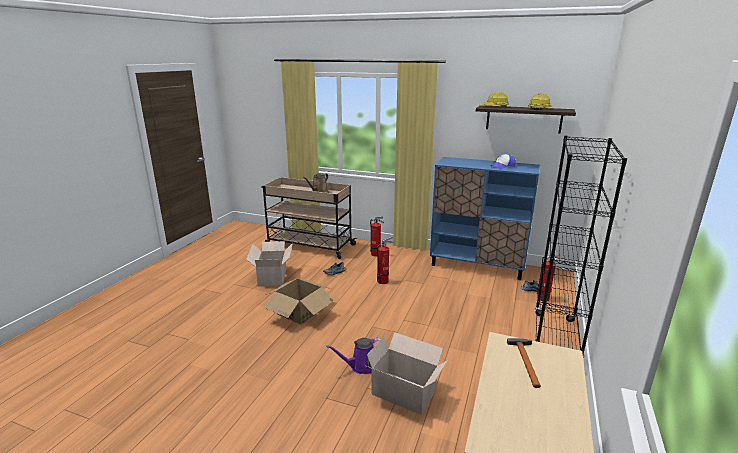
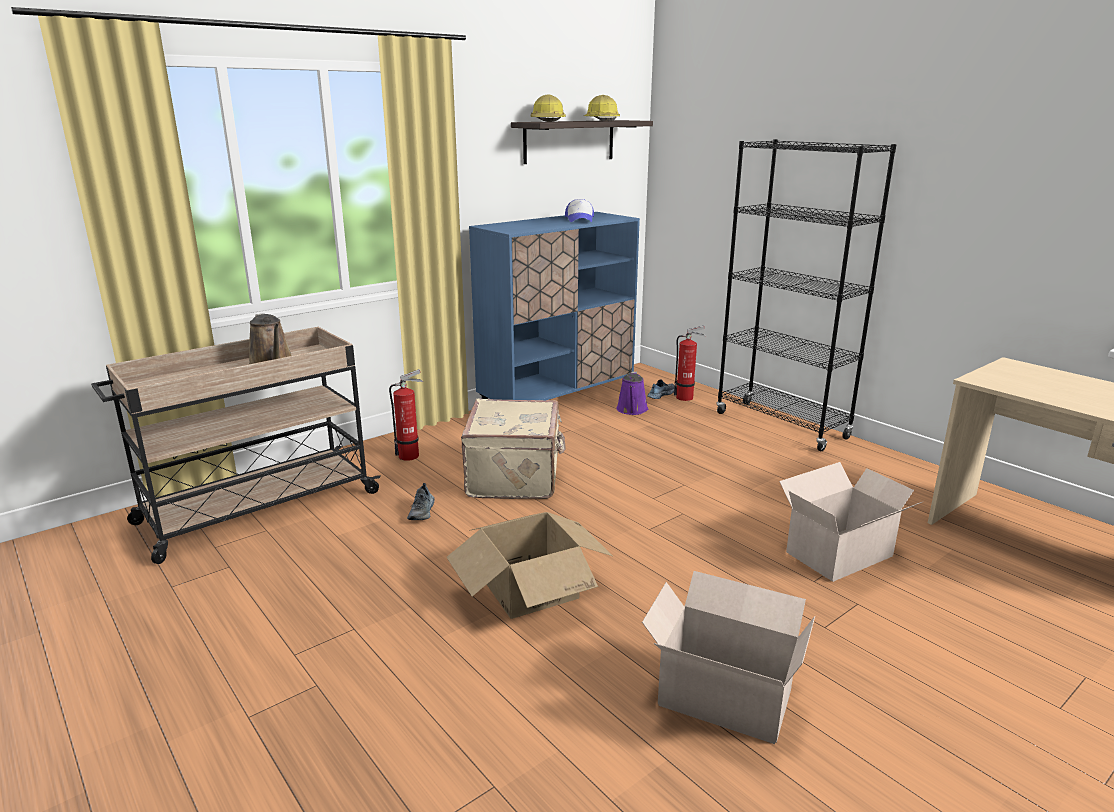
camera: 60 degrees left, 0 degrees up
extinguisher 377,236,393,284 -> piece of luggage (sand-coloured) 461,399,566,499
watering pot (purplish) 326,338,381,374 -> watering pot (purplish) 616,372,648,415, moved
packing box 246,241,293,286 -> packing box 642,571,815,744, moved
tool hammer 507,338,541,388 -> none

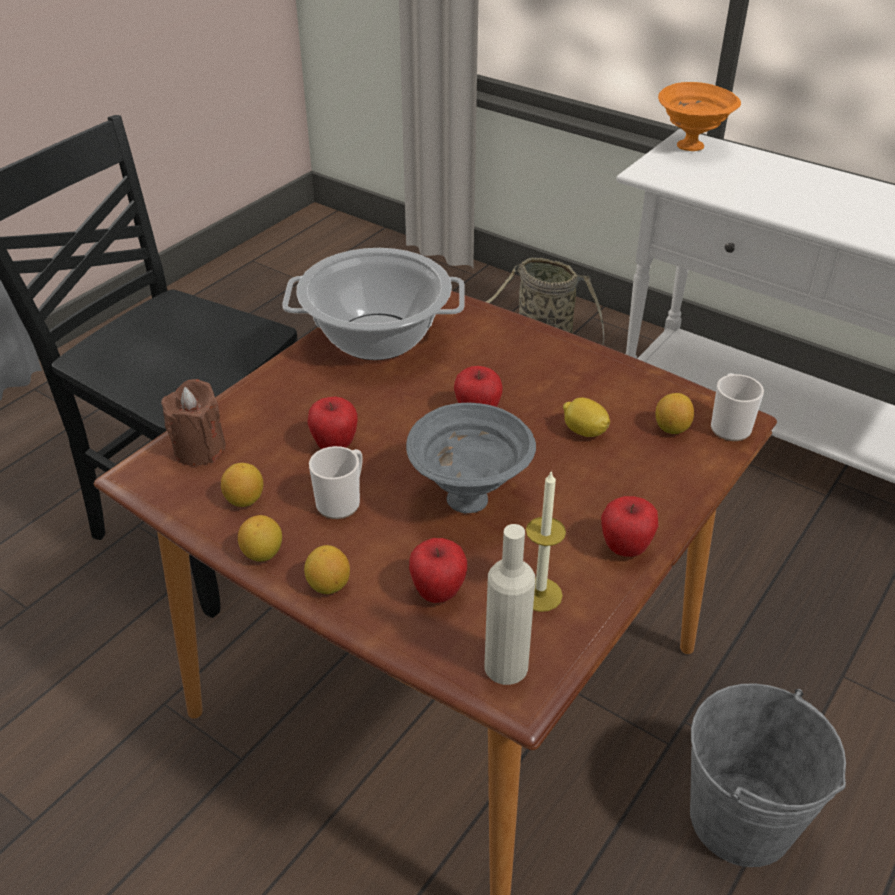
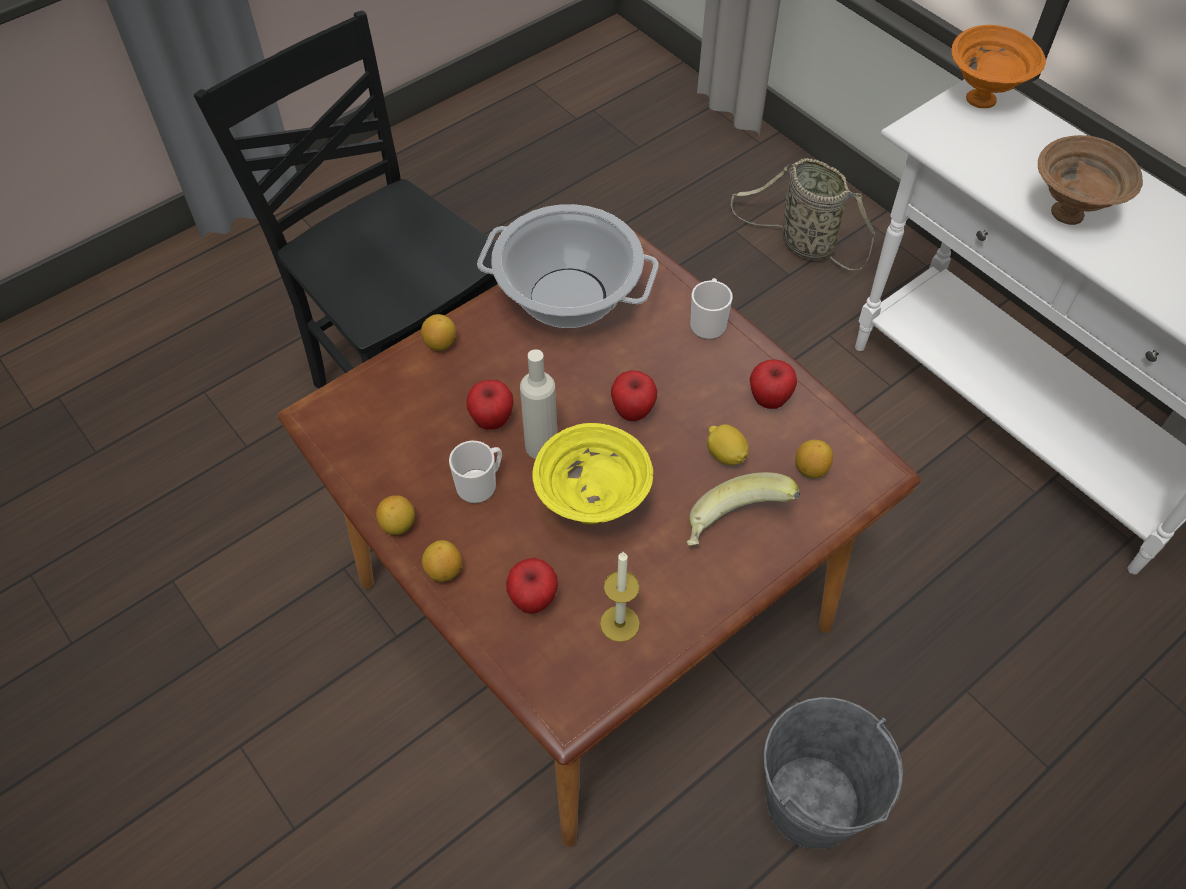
camera: 15 degrees right, 15 degrees up
lemon 221,463,263,507 -> lemon 421,314,456,351, moved
drink bottle (sand-coloured) 484,524,535,685 -> drink bottle (sand-coloured) 520,349,557,459, moved
deep dish (grey) 406,403,536,514 -> deep dish (yellow-coloured) 533,423,653,524
none -> banana fruit 687,472,800,546
coffee mug 711,373,764,441 -> coffee mug 690,278,733,340, moved
whole apple 601,496,658,557 -> whole apple 749,359,797,409, moved
none -> deep dish (brown) 1038,135,1143,225
wax candle (brown) 161,379,226,466 -> none

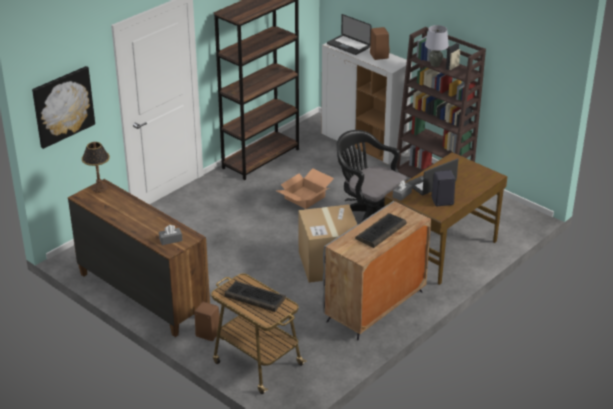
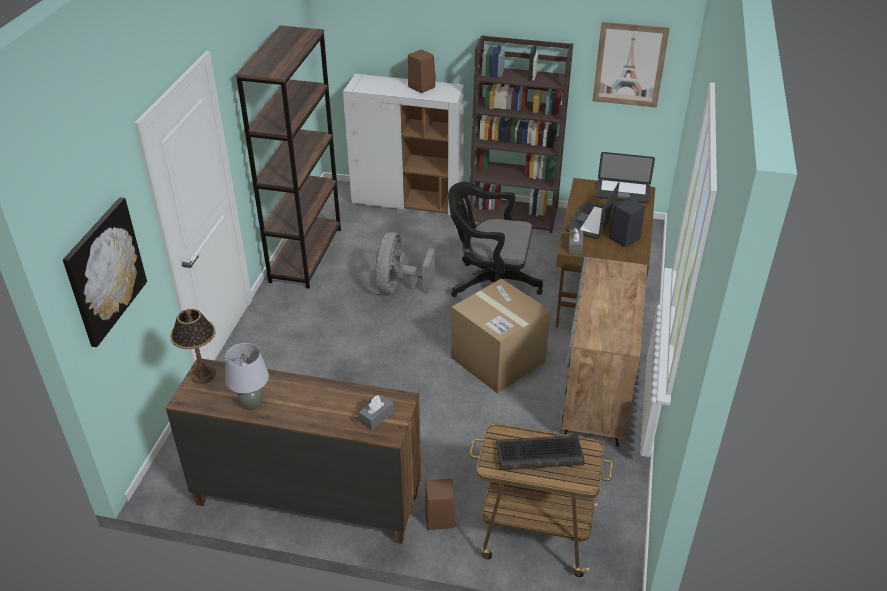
camera: 30 degrees left, 5 degrees up
table lamp (grey) 425,25,449,67 -> table lamp (grey) 225,343,269,411, moved
packing box 277,168,334,209 -> cooling fan (grey) 375,232,435,294
none -> picture 593,22,670,108
notebook computer 327,14,372,55 -> notebook computer 596,152,655,203, moved
PC keyboard 355,213,407,248 -> none

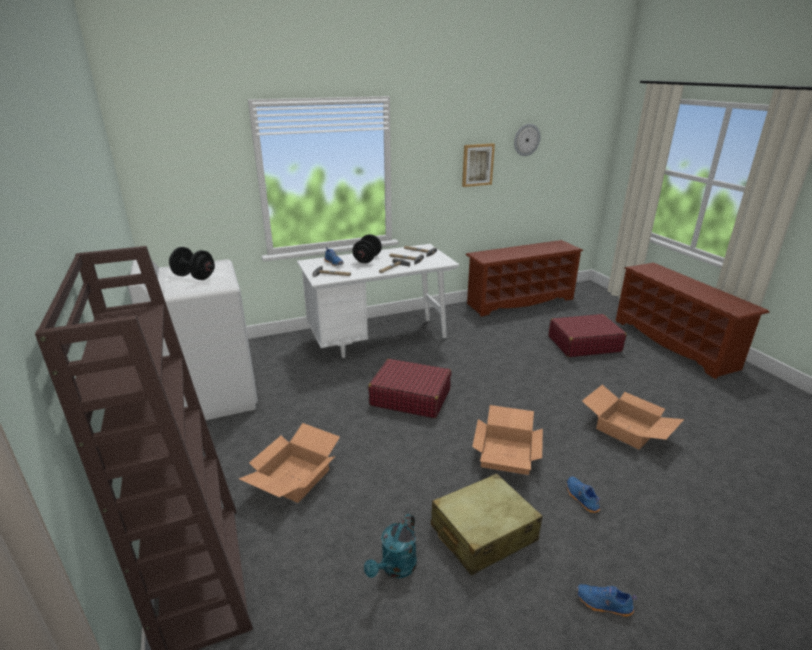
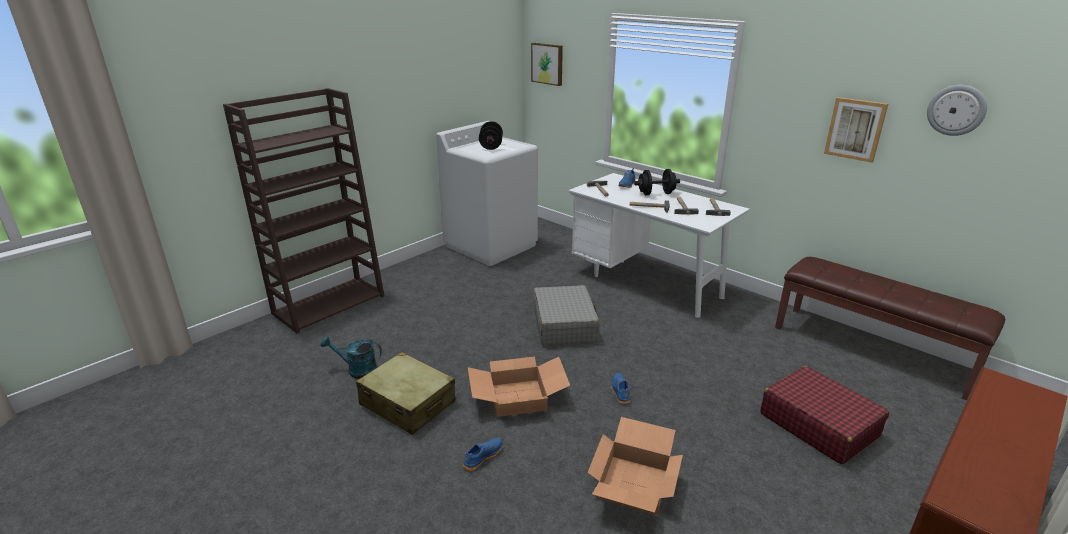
camera: 65 degrees right, 0 degrees up
none -> picture 531,43,563,86
piece of luggage (red-coloured) 368,359,452,418 -> piece of luggage (grey) 533,285,599,345
item of footwear (bluish) 577,584,637,617 -> item of footwear (bluish) 611,373,631,404, moved
shoe stand (brown) 466,240,583,317 -> indoor bench (brown) 775,257,1005,400
packing box 239,423,340,503 -> none

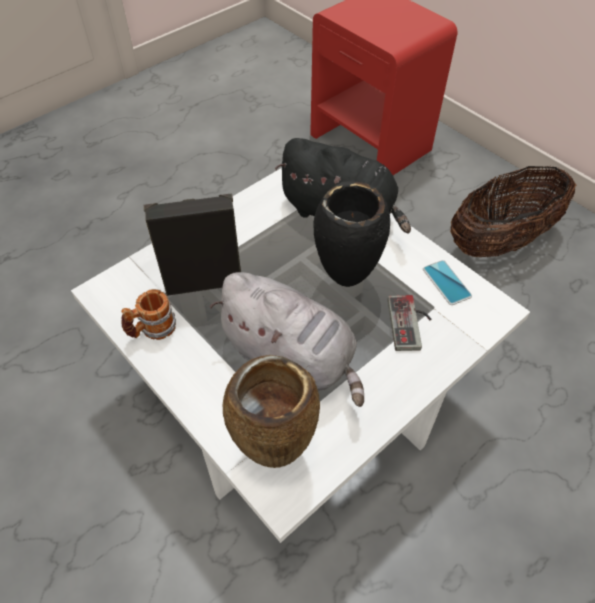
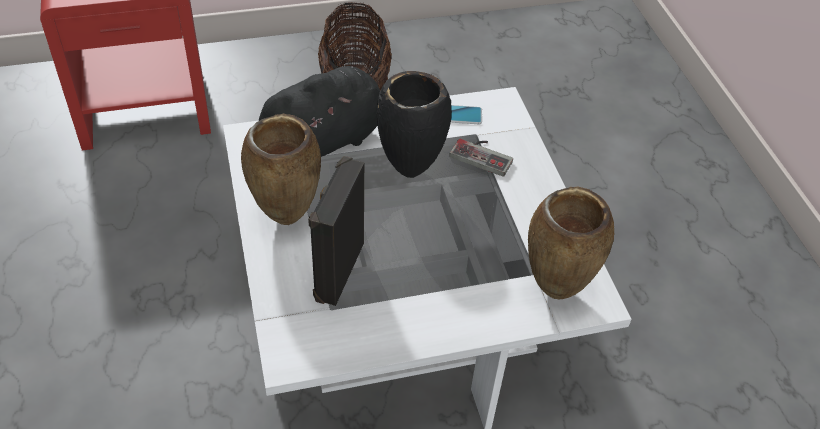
camera: 65 degrees left, 5 degrees down
none -> decorative vase (brown) 241,114,321,225
coffee mug 121,289,176,340 -> none
soft toy (grey) 209,272,364,407 -> none

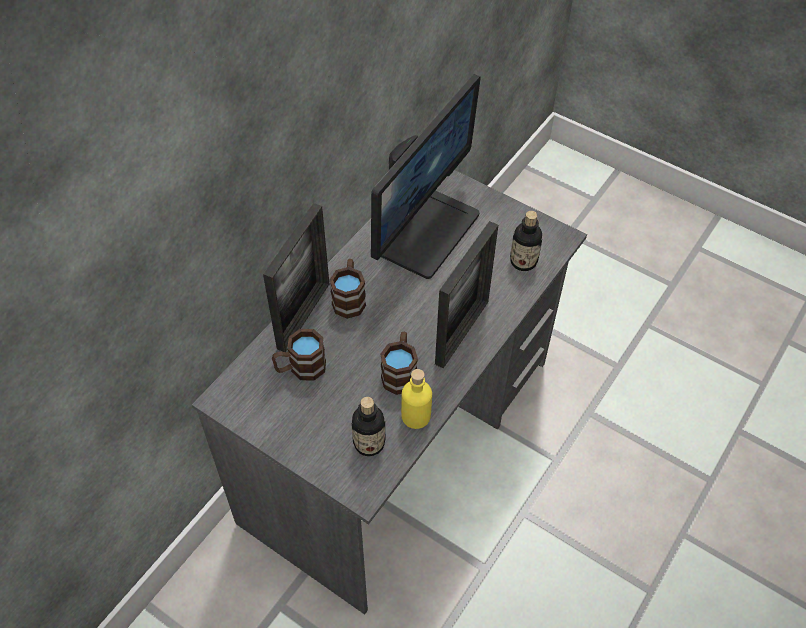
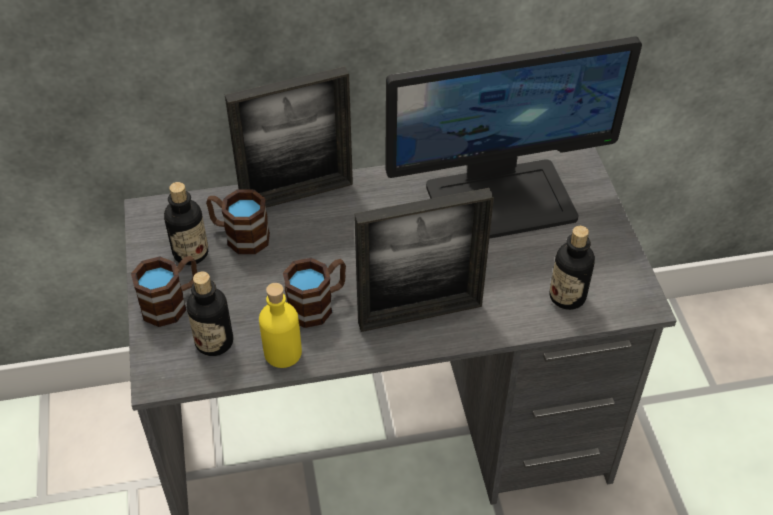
camera: 45 degrees right, 5 degrees down
coffee mug (brown) 329,259,366,319 -> coffee mug (brown) 131,256,197,327, moved
none -> drink bottle 164,182,208,265

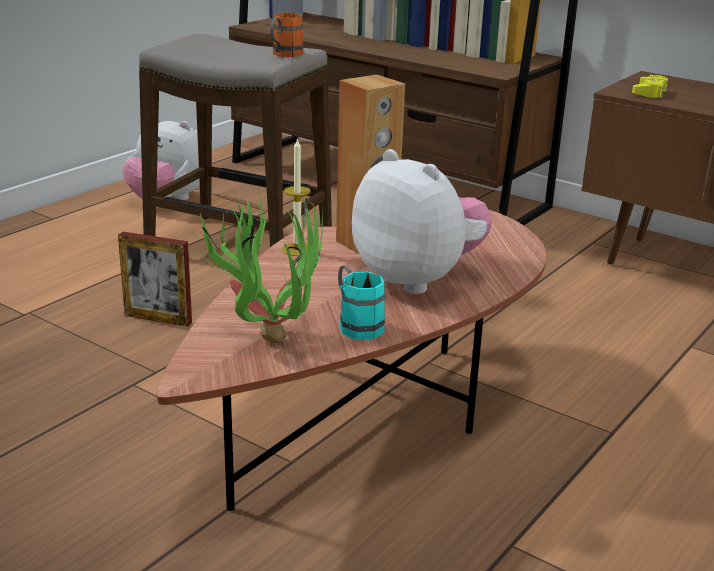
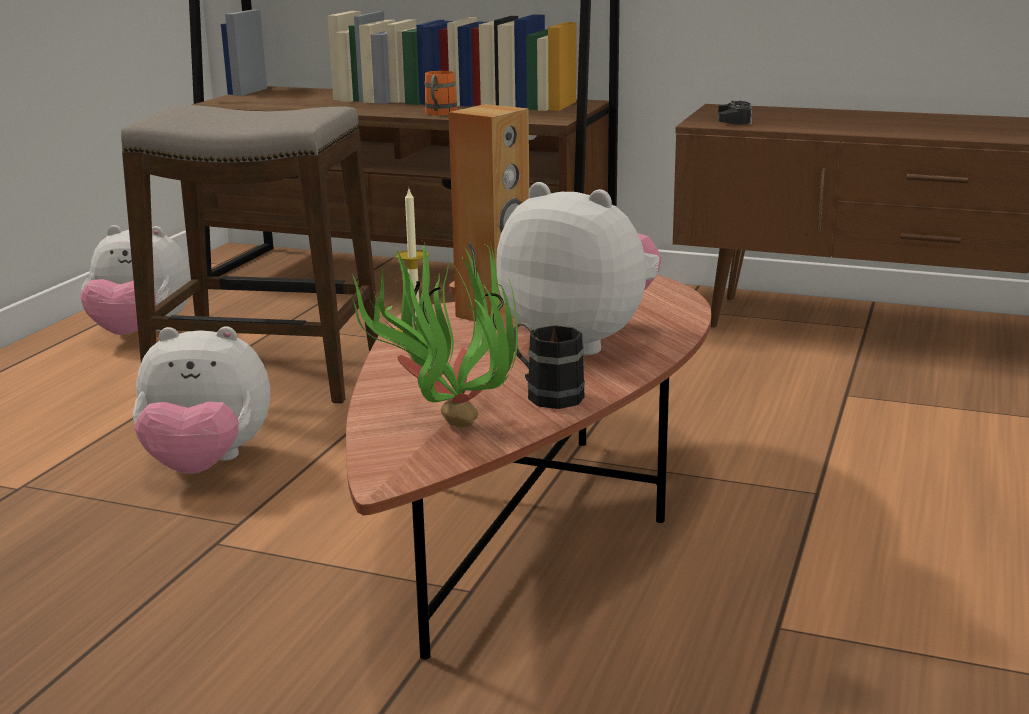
camera: 15 degrees left, 5 degrees down
photo frame 118,232,192,327 -> soft toy 133,326,270,474
coffee mug (orange-coloured) 271,13,304,57 -> coffee mug (orange-coloured) 424,71,457,115, moved
coffee mug (blue-green) 338,265,385,340 -> coffee mug (blackish) 514,322,585,409
gamepad (yellow-coloured) 632,75,668,98 -> gamepad (blackish) 718,101,752,125

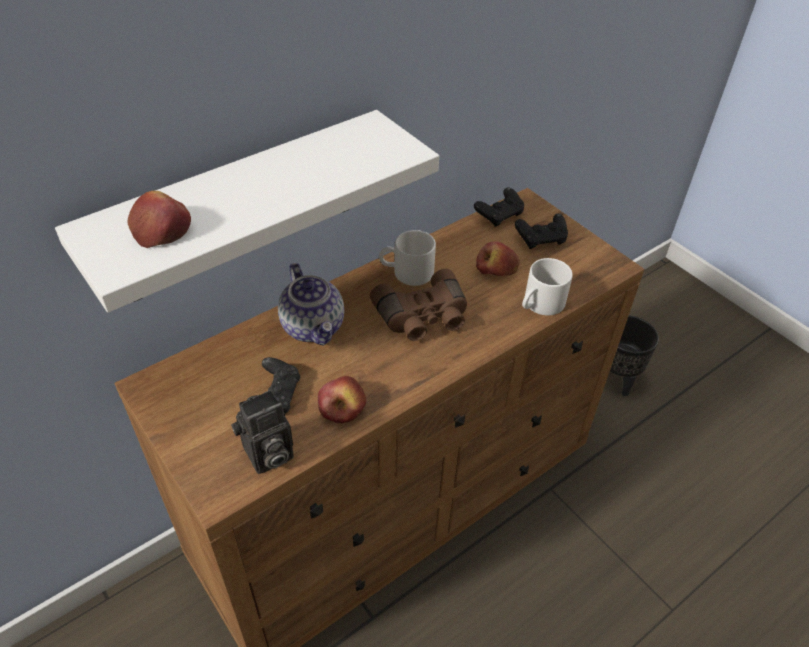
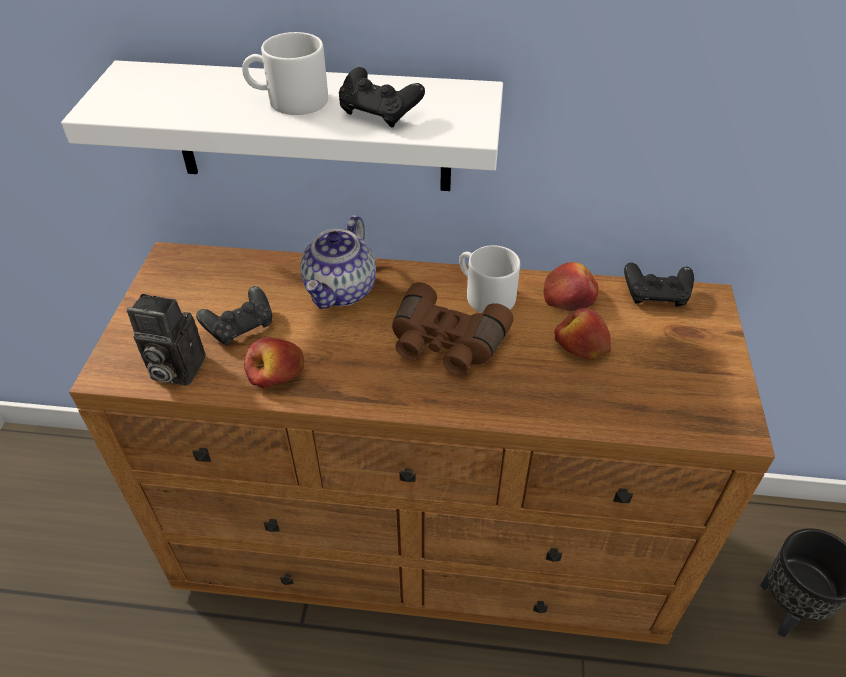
camera: 45 degrees right, 0 degrees up
coffee mug (white-coloured) 522,258,573,315 -> coffee mug (white-coloured) 242,32,328,115, moved
gamepad (blackish) 515,214,568,249 -> gamepad (blackish) 339,67,425,127, moved
whole apple 127,191,191,248 -> whole apple 543,262,598,311, moved

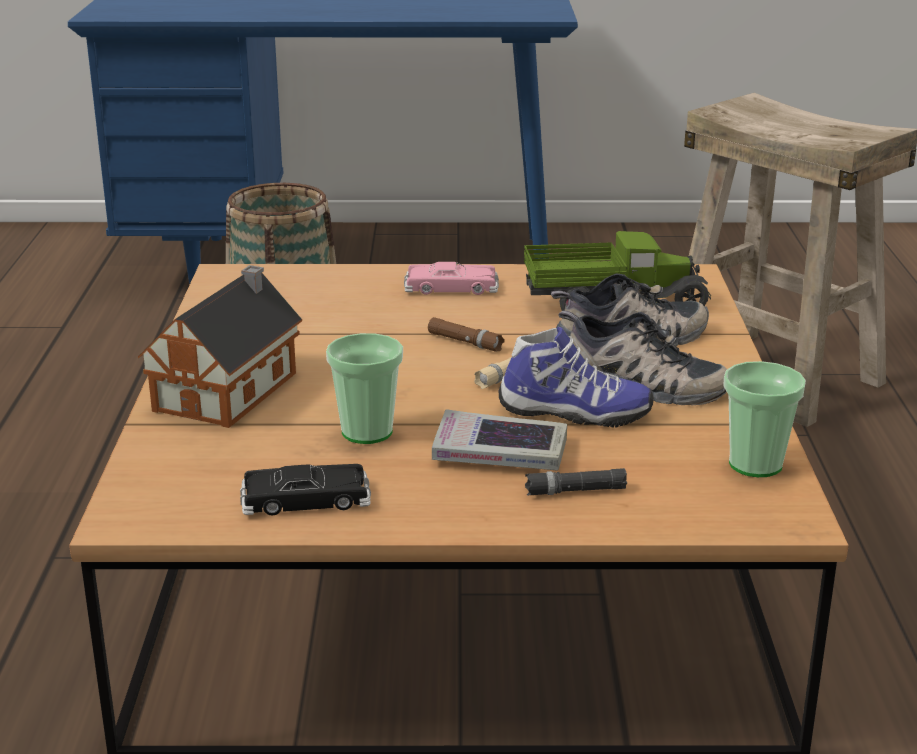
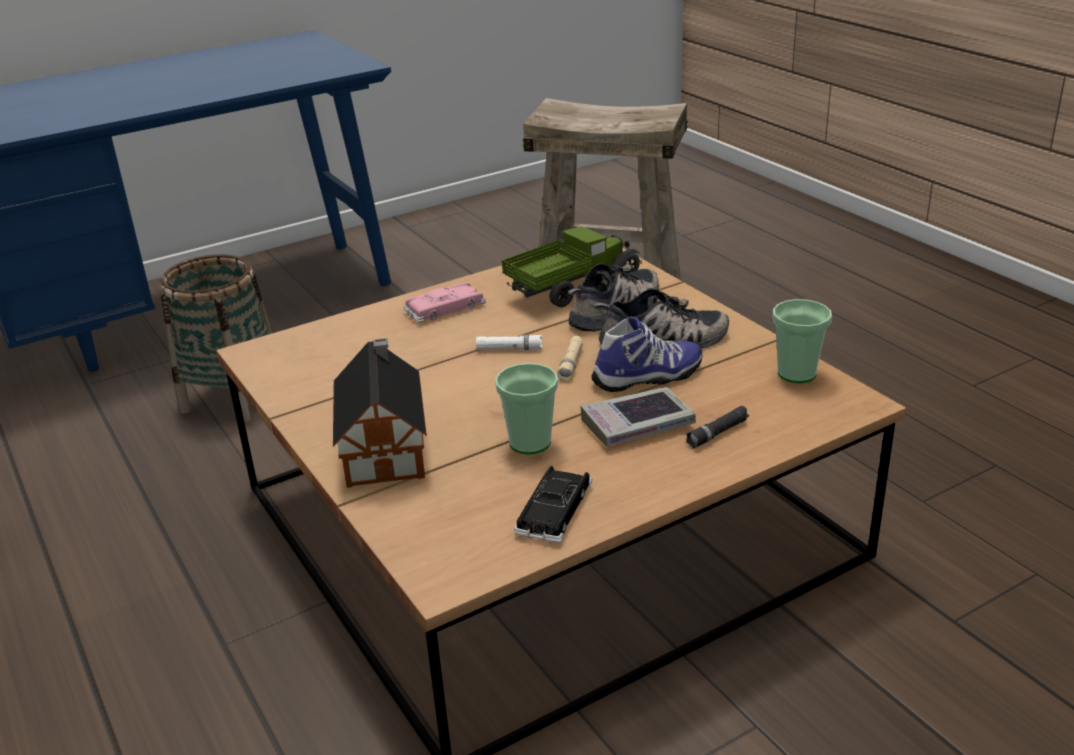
camera: 30 degrees left, 5 degrees up
flashlight (brown) 428,317,505,352 -> flashlight (white-coloured) 476,335,543,350
model car (blackish) 240,464,371,515 -> model car (blackish) 514,466,592,543, 150 degrees clockwise

